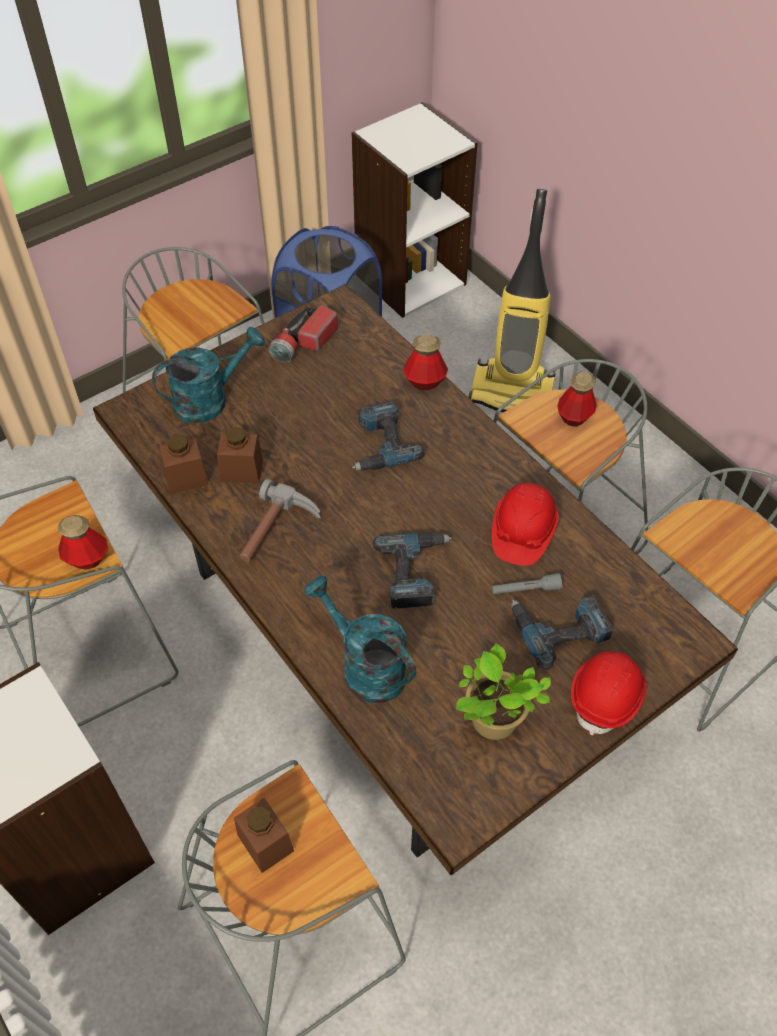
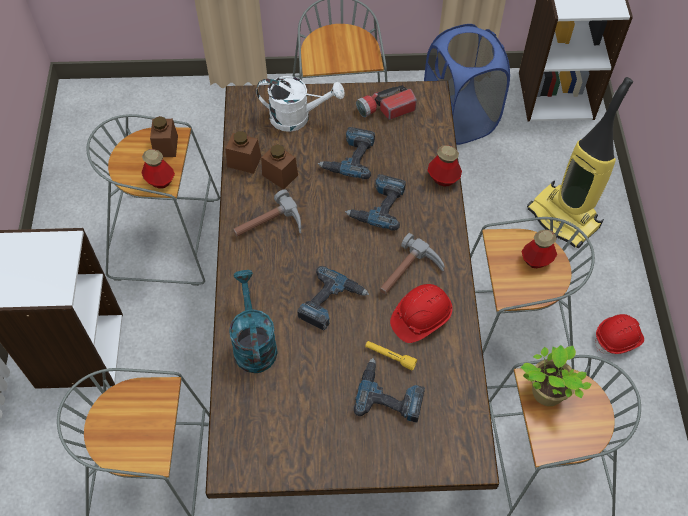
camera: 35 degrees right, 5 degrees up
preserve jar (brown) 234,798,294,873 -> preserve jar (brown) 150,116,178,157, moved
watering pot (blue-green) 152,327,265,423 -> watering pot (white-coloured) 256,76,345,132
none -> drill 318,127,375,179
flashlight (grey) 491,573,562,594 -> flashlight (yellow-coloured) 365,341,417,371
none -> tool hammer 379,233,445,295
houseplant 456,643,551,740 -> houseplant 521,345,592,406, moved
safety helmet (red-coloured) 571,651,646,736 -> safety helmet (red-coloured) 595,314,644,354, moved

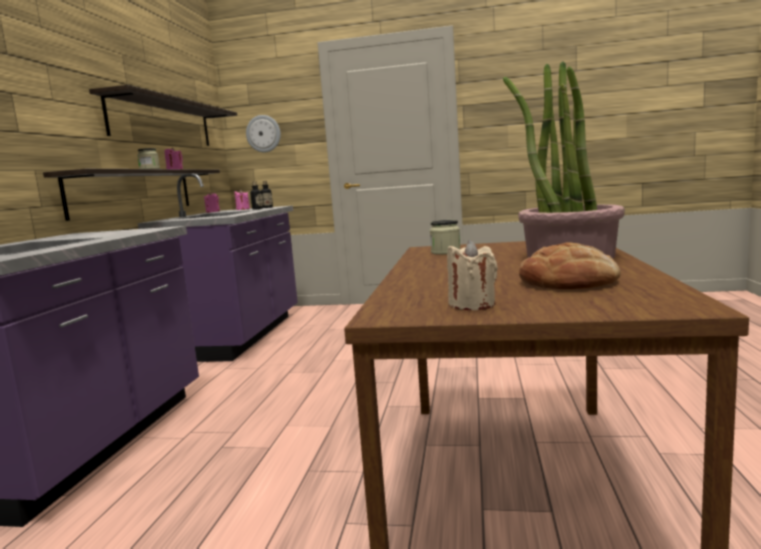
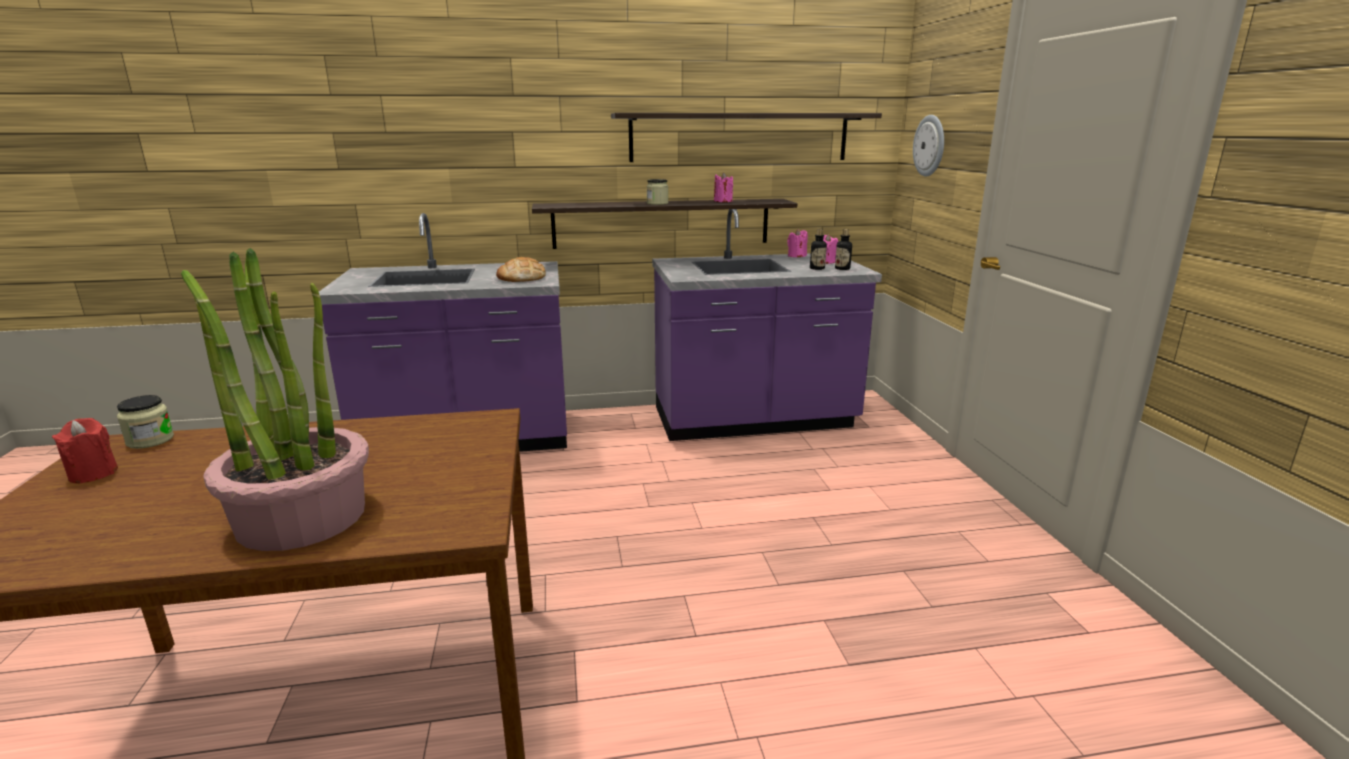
camera: 70 degrees right, 10 degrees up
wax candle (sand-coloured) 447,240,498,310 -> wax candle (red-coloured) 52,418,118,483
preserve jar 430,220,460,255 -> preserve jar 117,395,174,449, moved
bread 519,242,621,289 -> bread 496,257,546,282, moved

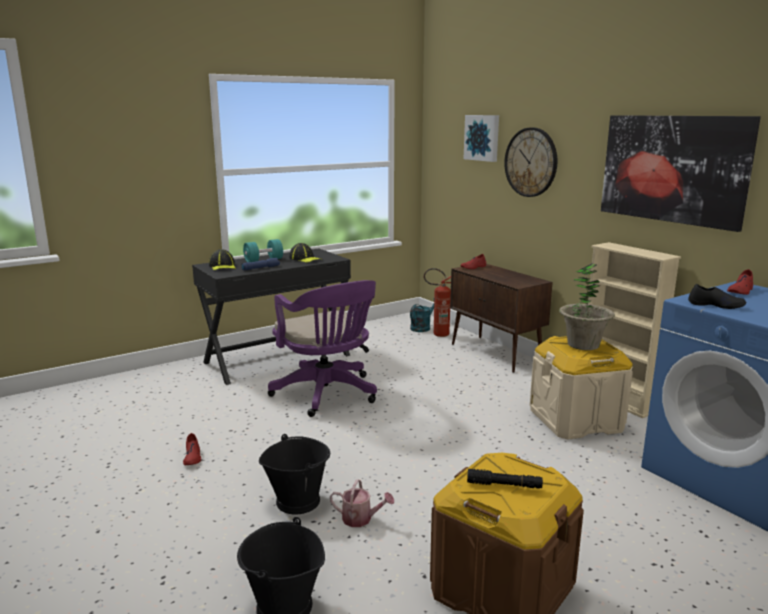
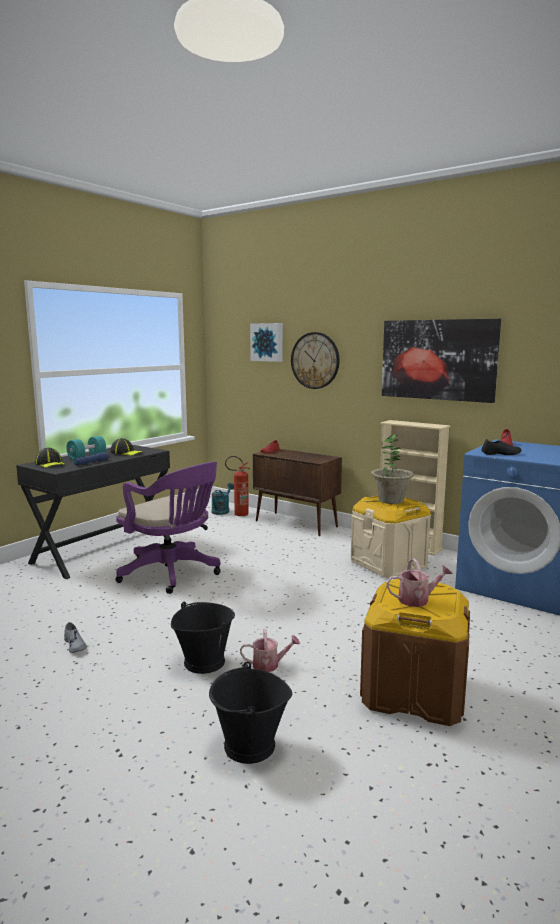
camera: 20 degrees left, 5 degrees down
item of footwear (red-coloured) 183,433,201,465 -> item of footwear (grey) 64,622,87,653
flashlight (blackish) 467,469,543,489 -> watering pot 386,558,453,607

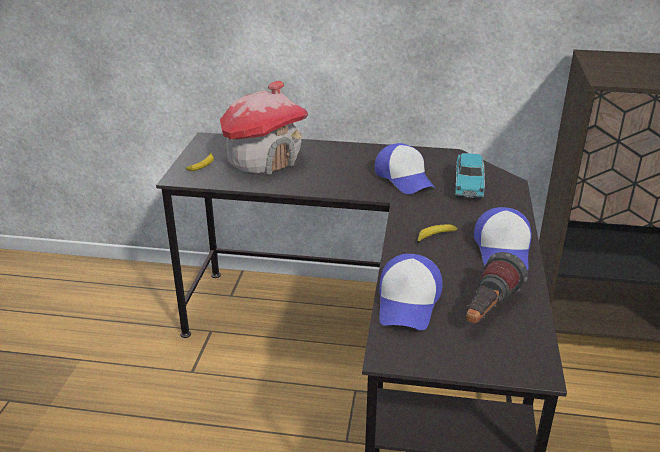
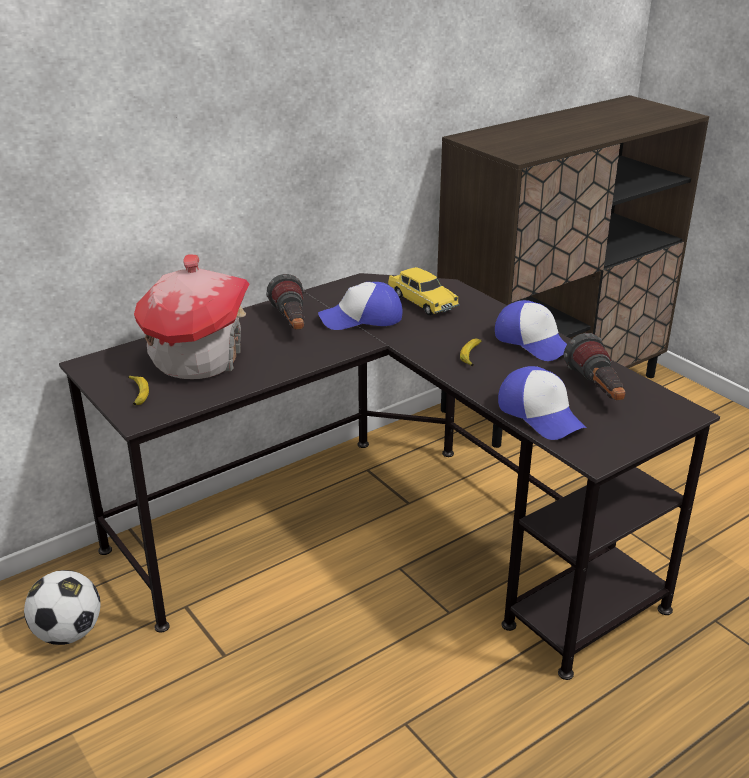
camera: 45 degrees left, 0 degrees up
none -> football 24,570,101,645
none -> flashlight 266,274,305,330
peaked cap 375,143,434,194 -> peaked cap 318,282,403,330, 150 degrees clockwise
model car (blue-green) 455,153,485,198 -> model car (yellow-coloured) 388,267,459,316

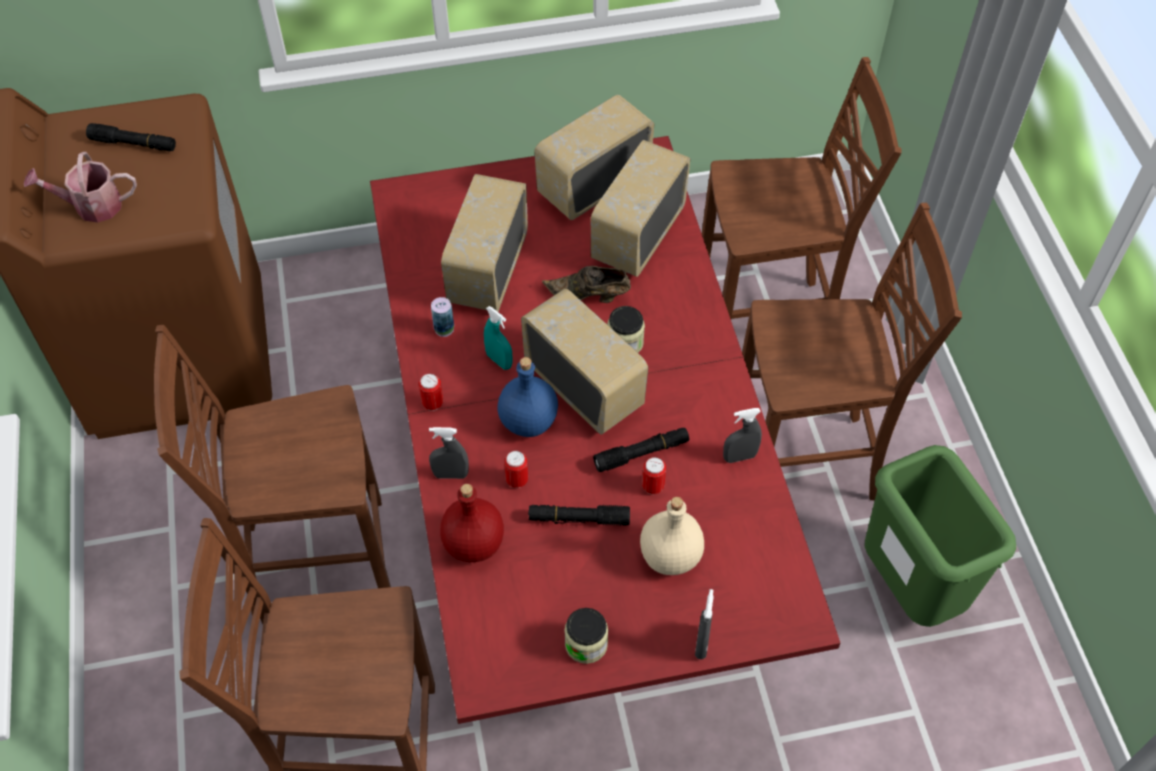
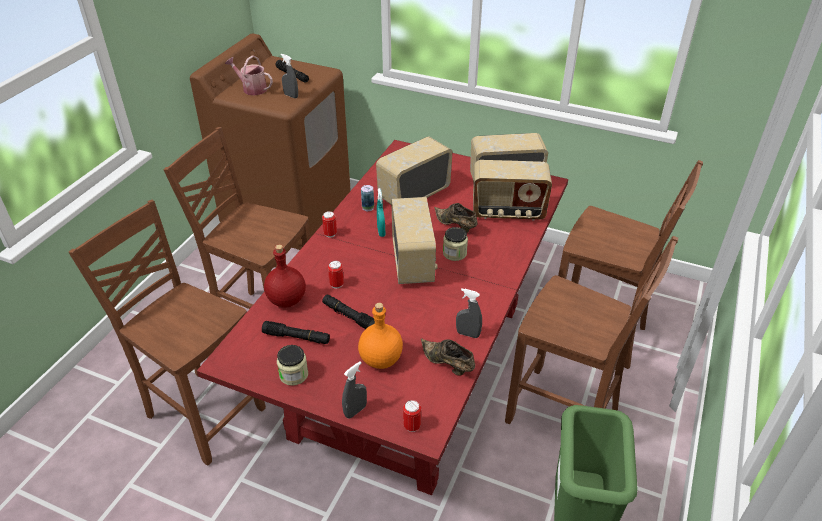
camera: 35 degrees right, 15 degrees down
flashlight (blackish) 593,428,689,472 -> flashlight (blackish) 262,321,330,344, moved
hand sprayer (grey) 429,427,469,479 -> hand sprayer (grey) 280,54,298,98, moved
drink bottle (sand-coloured) 640,497,704,575 -> drink bottle (orange-coloured) 358,303,403,369
metal can 642,457,666,494 -> metal can 403,400,421,432, moved
none -> item of footwear (brown) 421,338,475,376
radio set 591,140,690,277 -> radio set 473,160,552,221, 150 degrees counterclockwise
drink bottle (bluish) 498,357,558,437 -> none

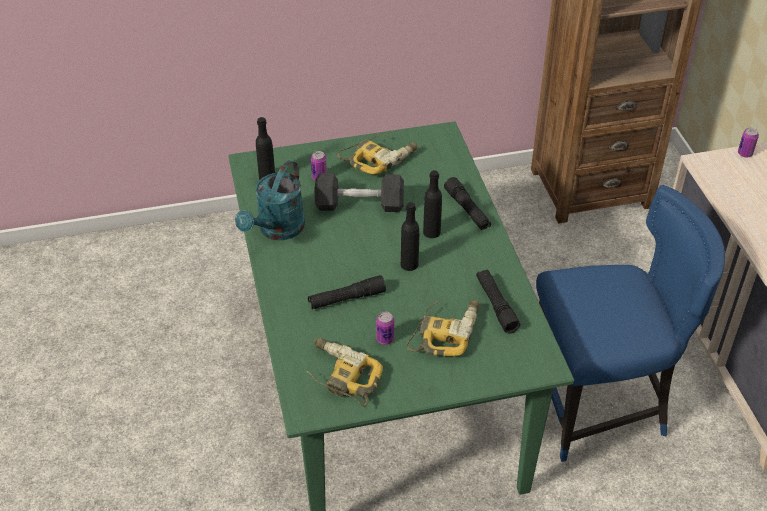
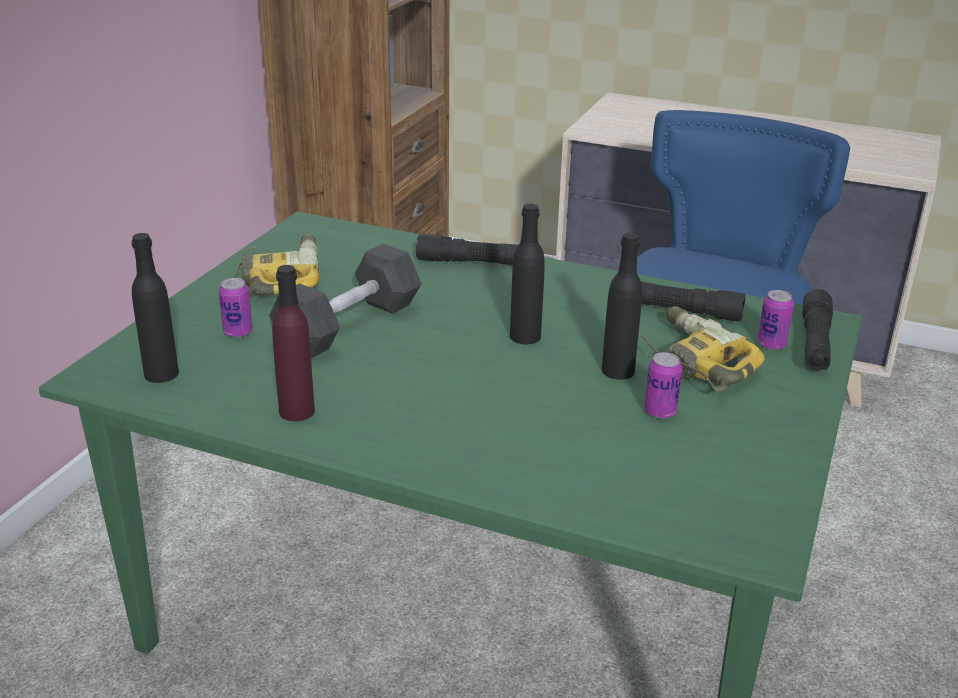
camera: 55 degrees left, 15 degrees down
watering pot (blue-green) 235,160,305,240 -> drink bottle (purplish) 272,265,315,421
drink bottle (blackish) 423,170,442,238 -> drink bottle (blackish) 602,233,642,380, moved
metal can 738,128,759,157 -> metal can 757,290,794,350, moved
flashlight (blackish) 308,275,386,309 -> flashlight (blackish) 803,289,833,371, moved
drill 306,338,383,407 -> none

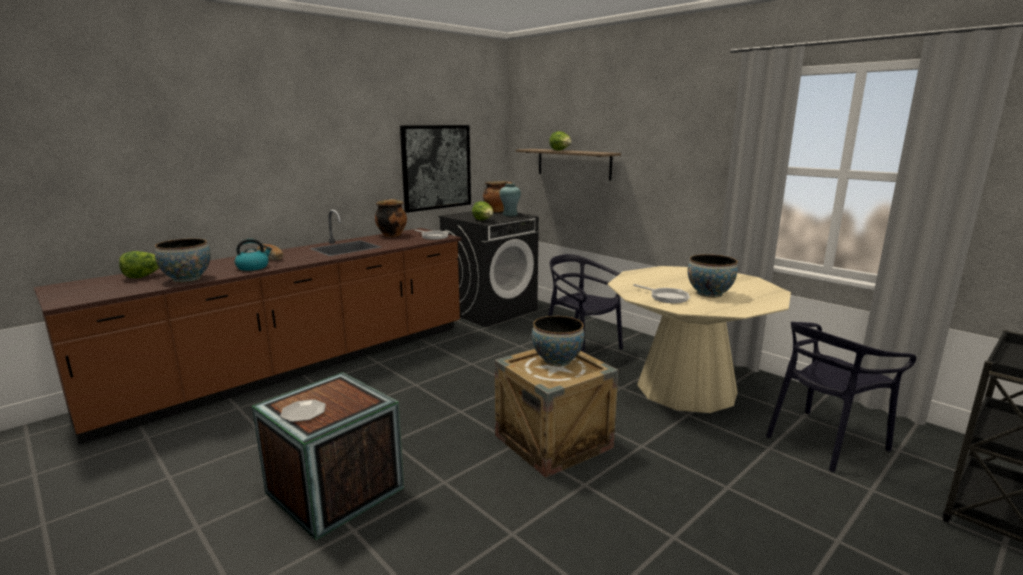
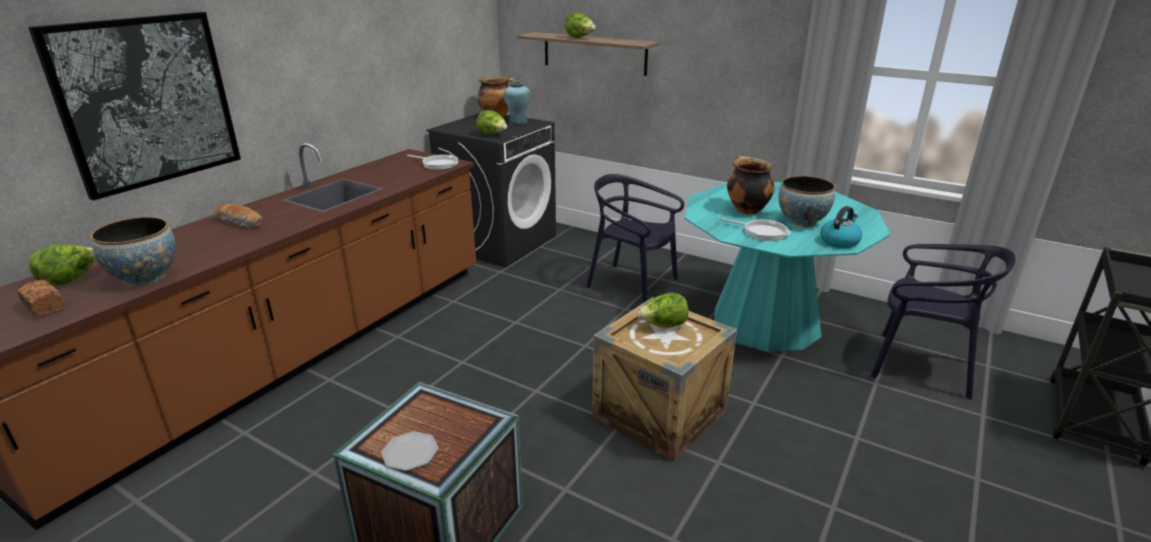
camera: 15 degrees left, 10 degrees up
none -> bread 17,280,64,317
picture 400,125,471,213 -> picture 28,12,241,201, moved
deep dish 532,316,584,367 -> head of lettuce 637,293,688,327
dining table (sand-coloured) 608,266,791,413 -> dining table (blue-green) 684,182,891,352
saucepot 375,199,407,237 -> saucepot 727,156,774,215, moved
kettle 235,239,272,271 -> kettle 820,206,862,248, moved
upright chair (blackish) 766,322,916,472 -> upright chair (blackish) 870,244,1016,399, 105 degrees counterclockwise

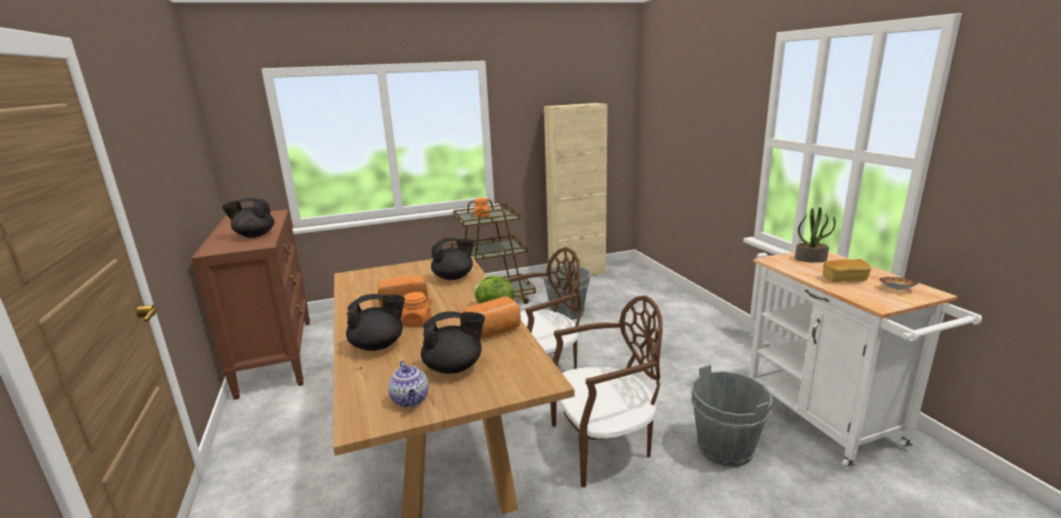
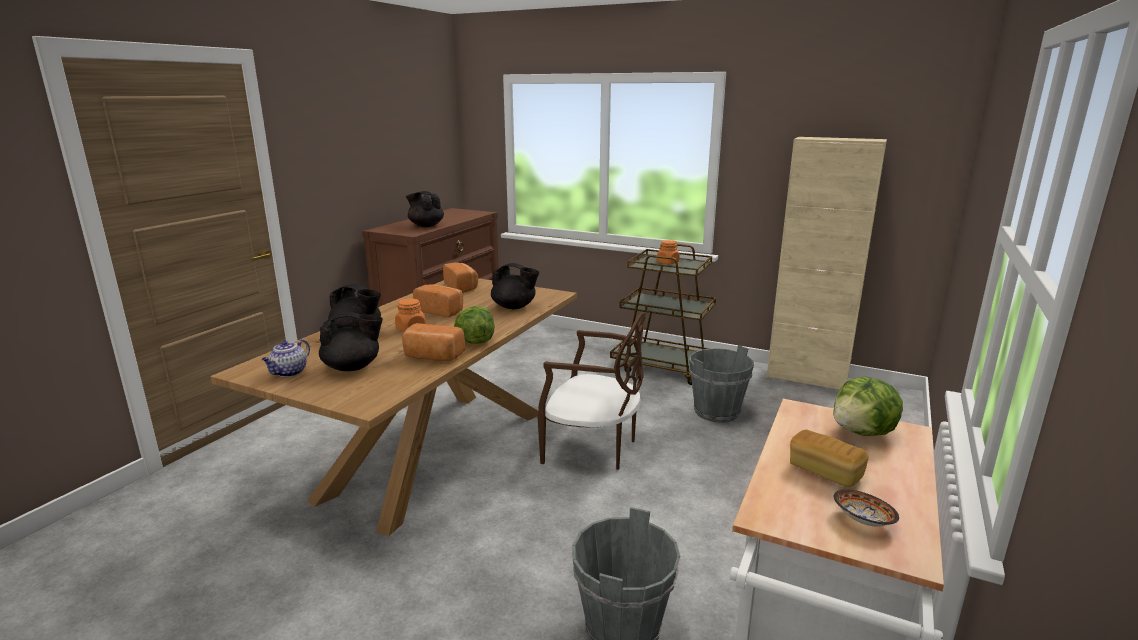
camera: 45 degrees right, 0 degrees up
teapot (blackish) 421,311,485,374 -> teapot (blackish) 319,312,383,371, 45 degrees counterclockwise
none -> bread 443,262,478,293
houseplant 795,207,836,263 -> head of lettuce 834,376,903,436
upright chair (brown) 550,295,663,488 -> none

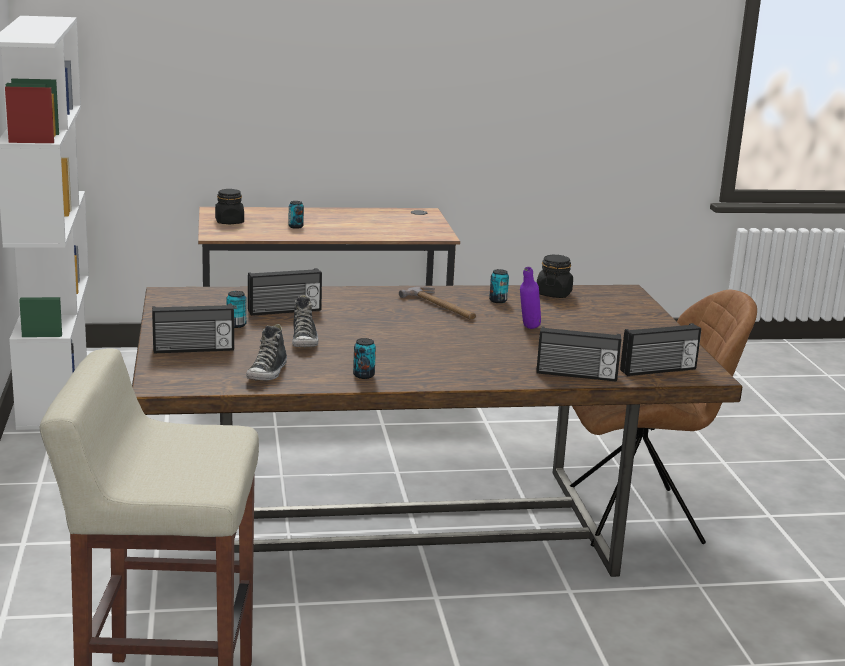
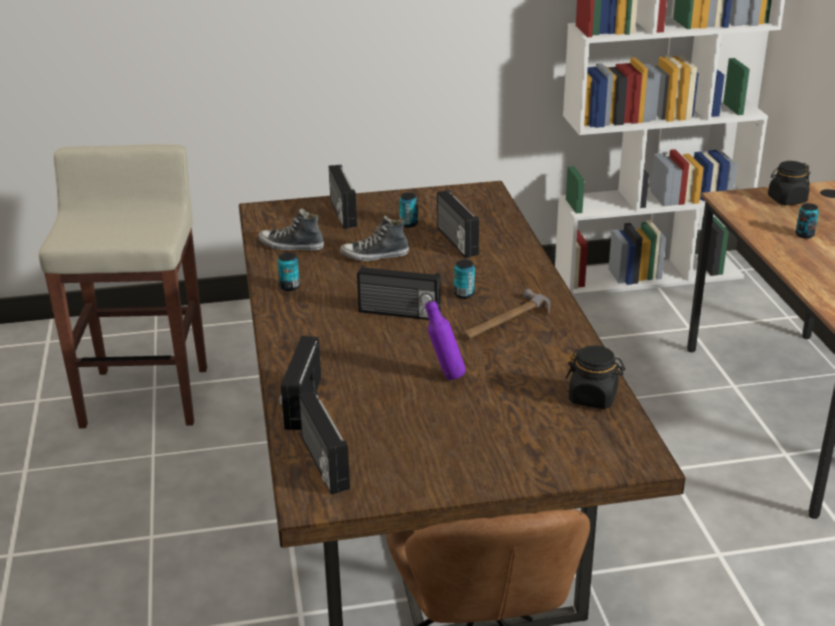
camera: 90 degrees right, 10 degrees up
none -> radio set 357,265,440,320
metal can 489,269,509,303 -> metal can 454,259,475,299, moved

